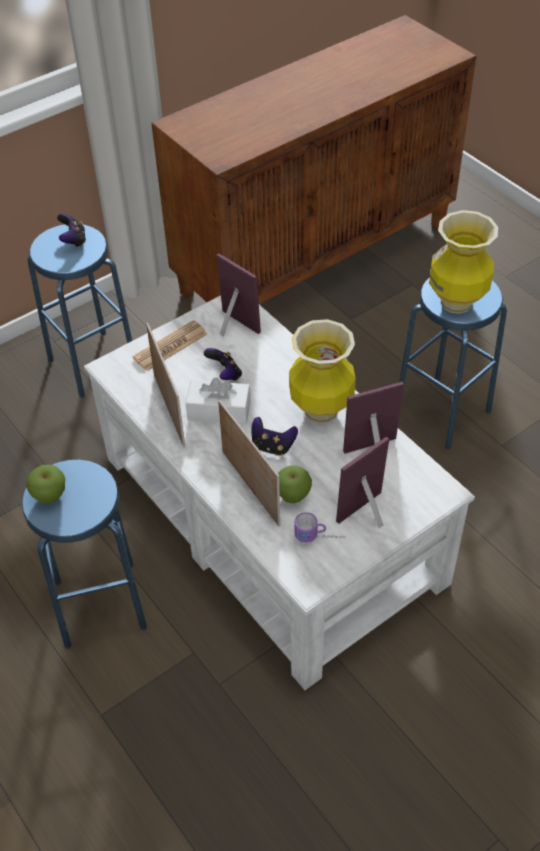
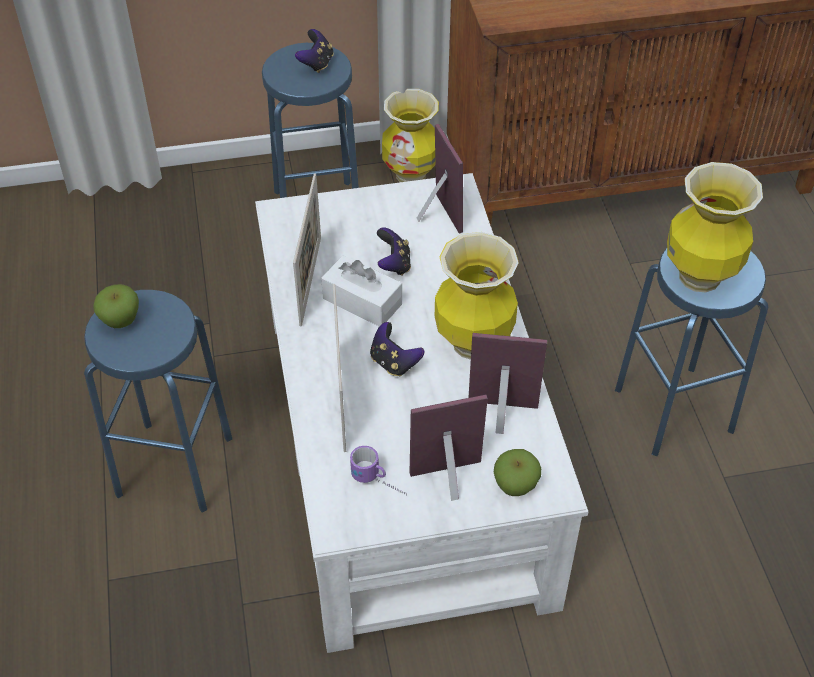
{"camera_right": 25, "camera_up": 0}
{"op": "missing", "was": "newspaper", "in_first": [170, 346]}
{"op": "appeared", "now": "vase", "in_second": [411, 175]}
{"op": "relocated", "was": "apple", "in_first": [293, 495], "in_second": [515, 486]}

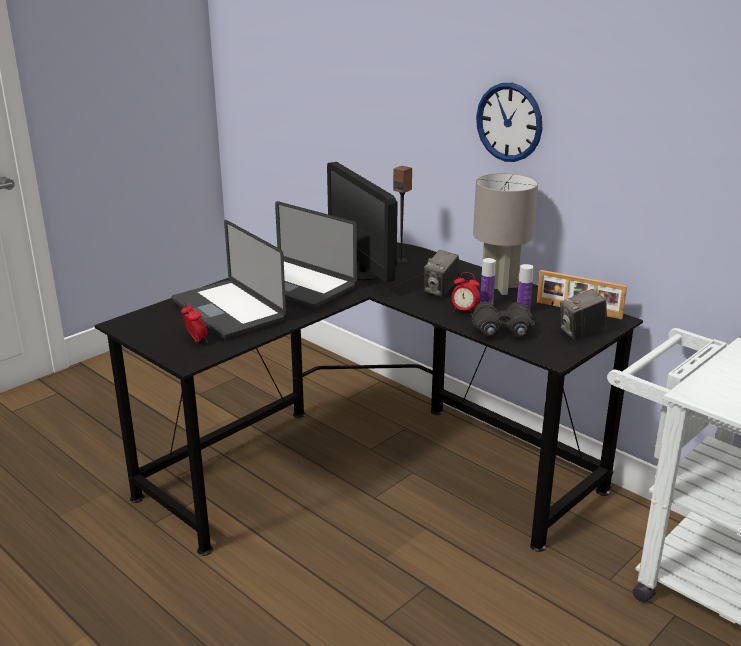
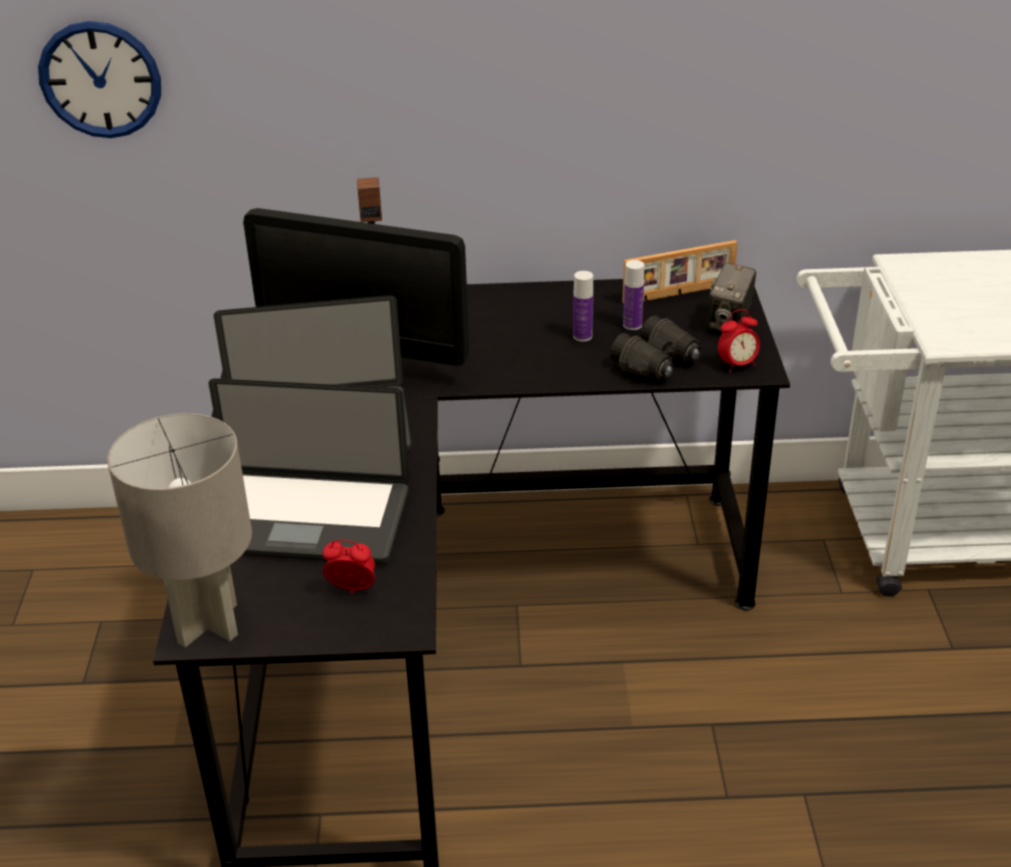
{"camera_right": -45, "camera_up": 10}
{"op": "missing", "was": "photo camera", "in_first": [440, 290]}
{"op": "relocated", "was": "alarm clock", "in_first": [464, 311], "in_second": [737, 365]}
{"op": "relocated", "was": "grey table lamp", "in_first": [498, 287], "in_second": [206, 624]}
{"op": "relocated", "was": "wall clock", "in_first": [509, 122], "in_second": [100, 80]}

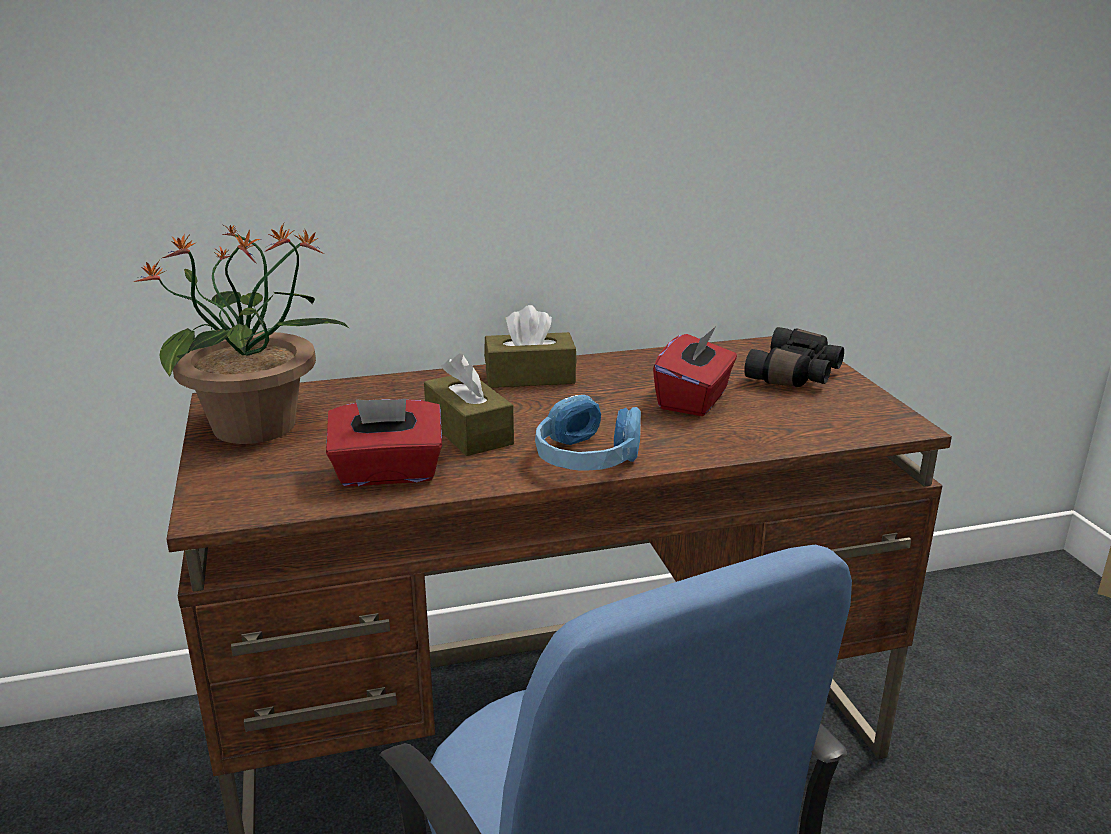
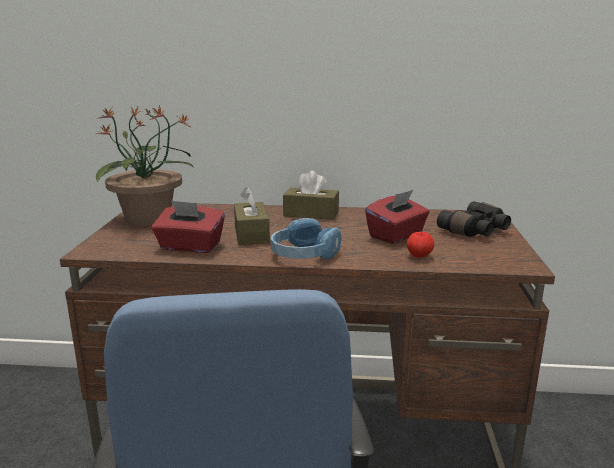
{"camera_right": 20, "camera_up": -5}
{"op": "appeared", "now": "apple", "in_second": [419, 256]}

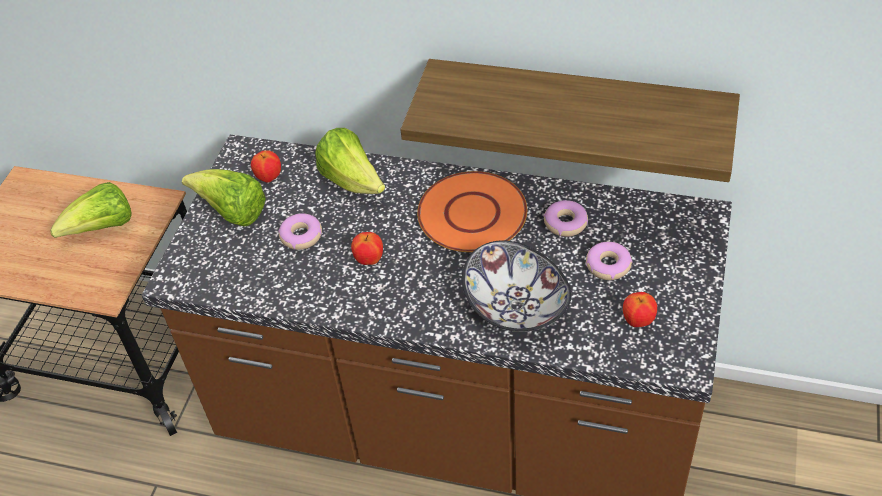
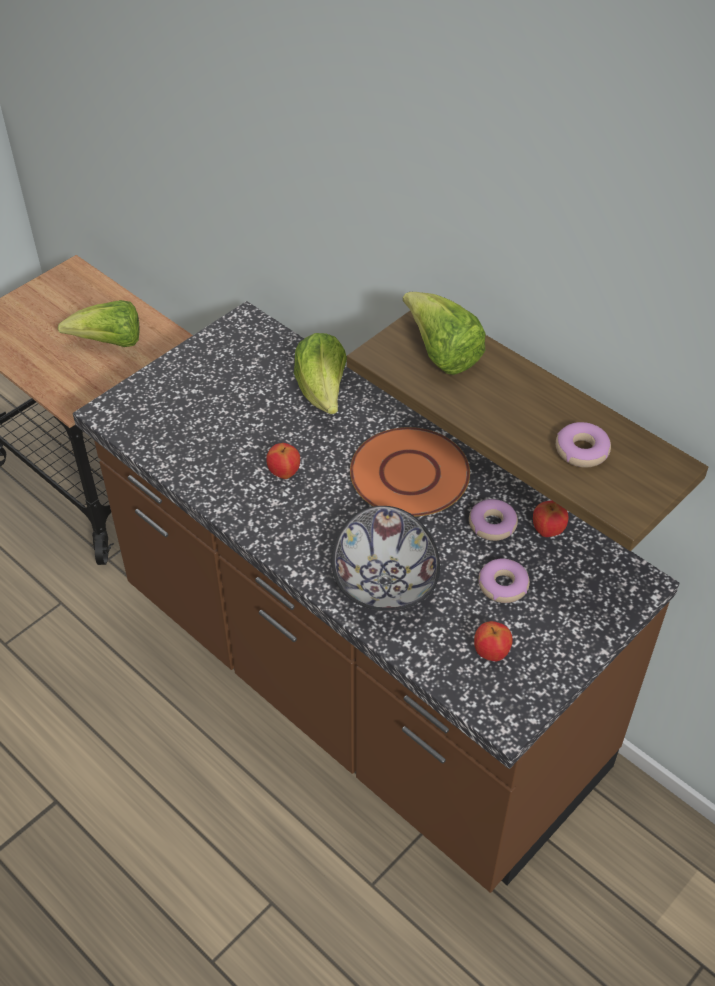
{"camera_right": 25, "camera_up": 0}
{"op": "relocated", "was": "lettuce", "in_first": [232, 212], "in_second": [441, 353]}
{"op": "relocated", "was": "apple", "in_first": [269, 177], "in_second": [547, 531]}
{"op": "relocated", "was": "donut", "in_first": [301, 236], "in_second": [581, 450]}

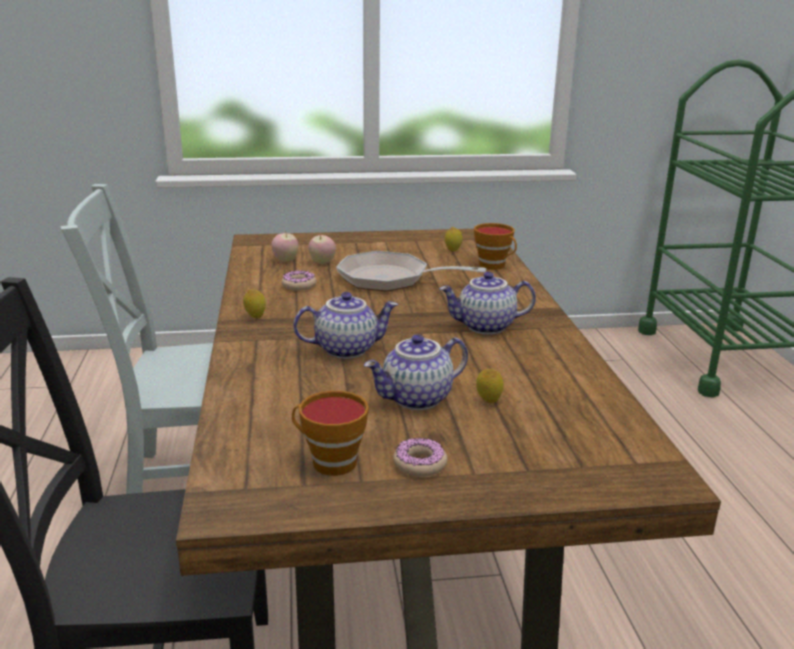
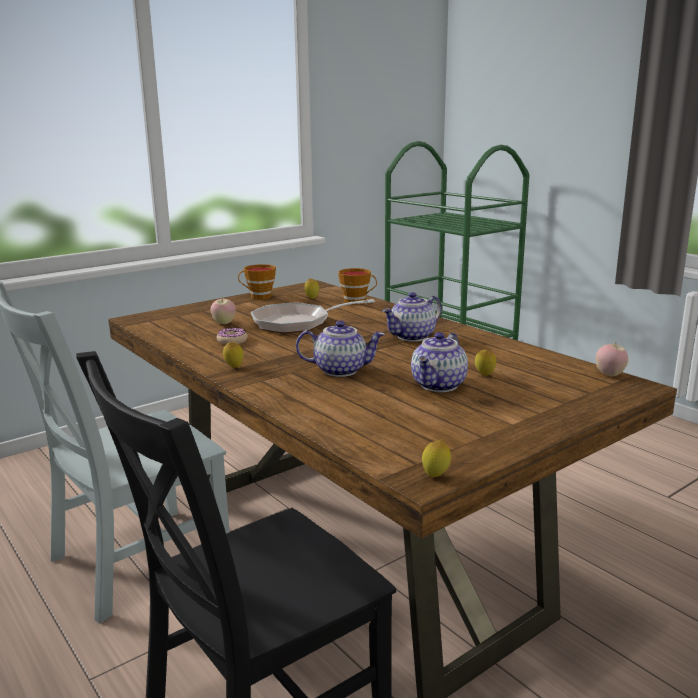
{"camera_right": -30, "camera_up": -5}
{"op": "missing", "was": "donut", "in_first": [420, 464]}
{"op": "appeared", "now": "lemon", "in_second": [435, 476]}
{"op": "relocated", "was": "apple", "in_first": [285, 260], "in_second": [609, 375]}
{"op": "relocated", "was": "cup", "in_first": [329, 462], "in_second": [258, 297]}
{"op": "spun", "was": "teapot", "in_first": [346, 349], "in_second": [341, 370], "clockwise": 45}

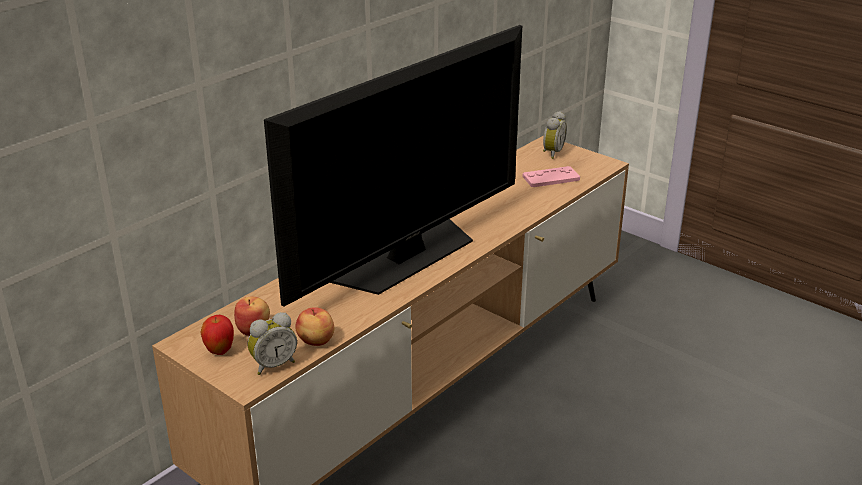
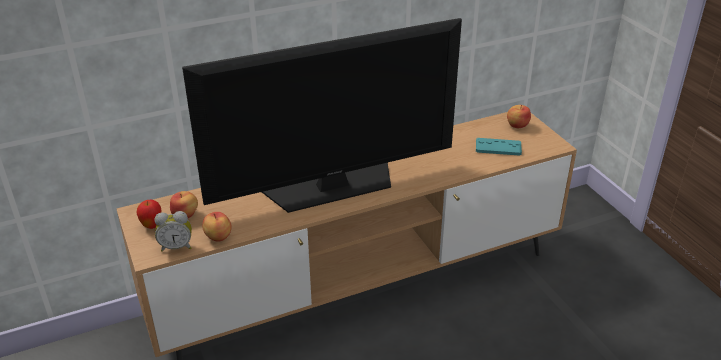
{"camera_right": 25, "camera_up": 5}
{"op": "exchanged", "was": "alarm clock", "now": "apple", "in_first": [551, 153], "in_second": [517, 125]}
{"op": "colour", "was": "pink game controller", "now": "turquoise game controller", "in_first": [551, 178], "in_second": [498, 147]}

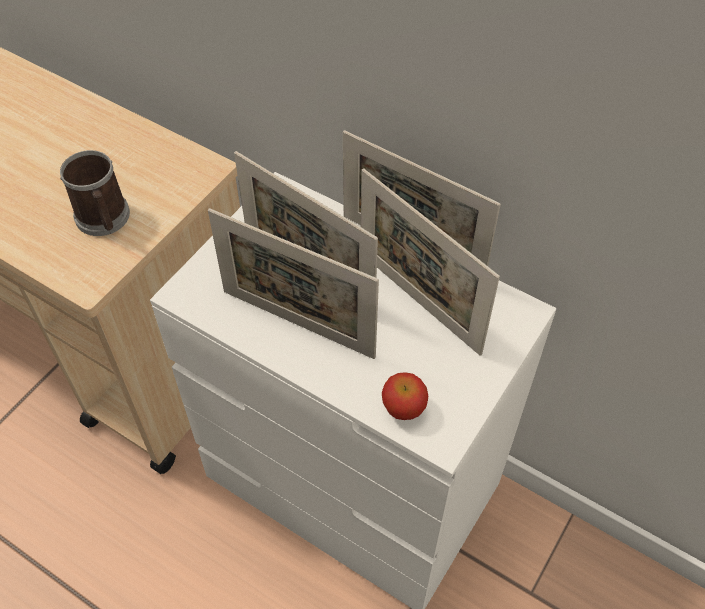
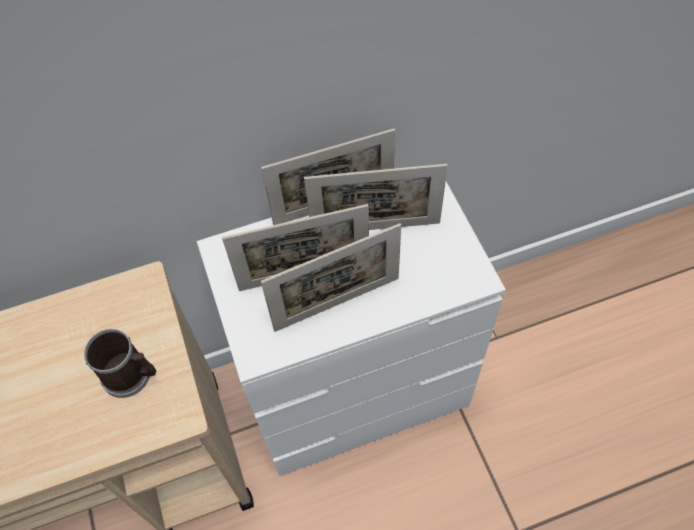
{"camera_right": -50, "camera_up": 5}
{"op": "missing", "was": "apple", "in_first": [403, 408]}

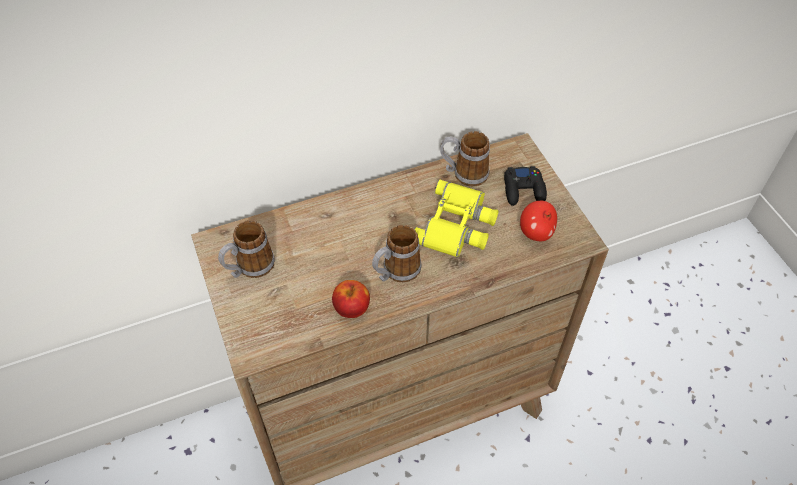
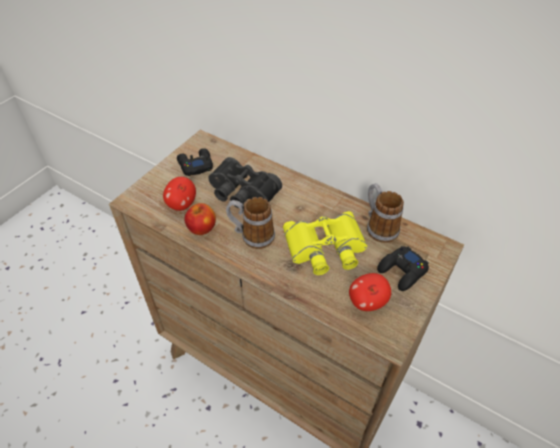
{"camera_right": 55, "camera_up": -5}
{"op": "appeared", "now": "apple", "in_second": [181, 204]}
{"op": "appeared", "now": "black binoculars", "in_second": [241, 194]}
{"op": "exchanged", "was": "mug", "now": "black game controller", "in_first": [249, 268], "in_second": [195, 165]}

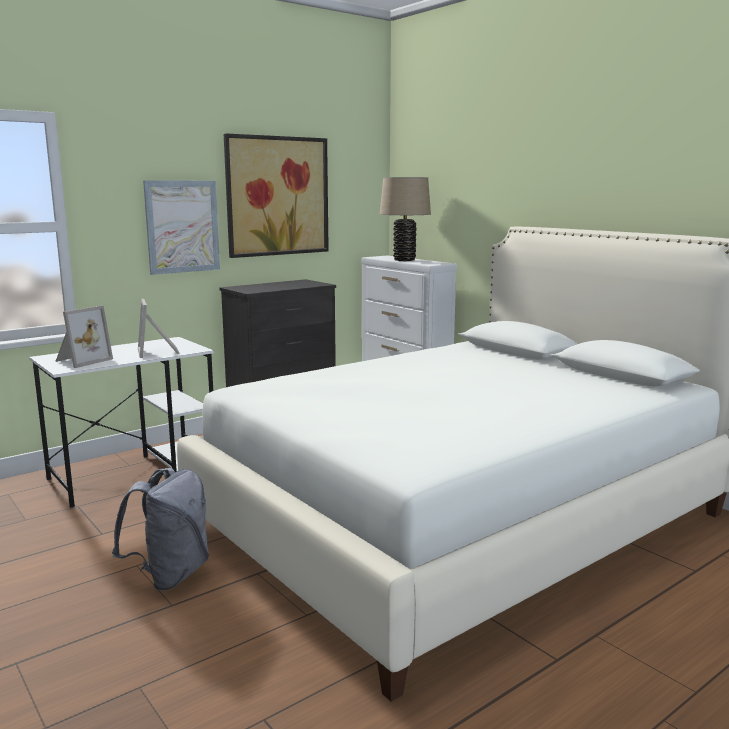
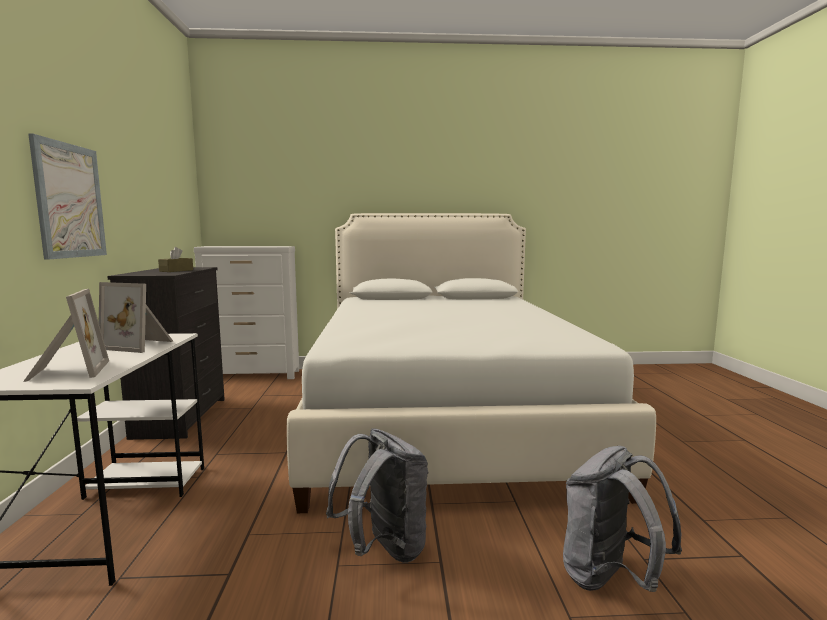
{"camera_right": -55, "camera_up": -5}
{"op": "missing", "was": "picture", "in_first": [277, 196]}
{"op": "missing", "was": "beige table lamp", "in_first": [404, 260]}
{"op": "appeared", "now": "brown tissue box", "in_second": [176, 271]}
{"op": "appeared", "now": "grey backpack", "in_second": [610, 579]}

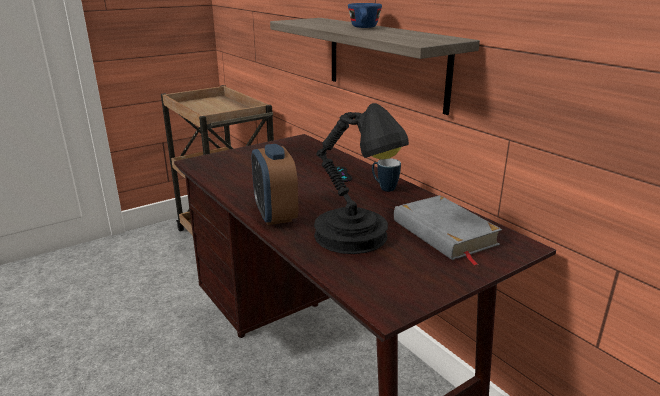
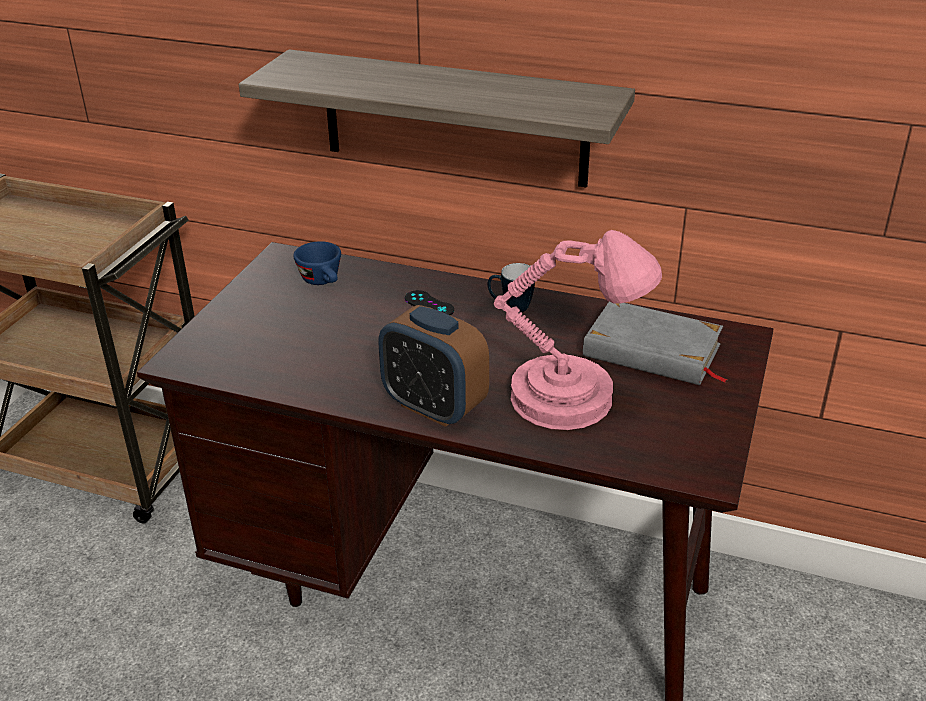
{"camera_right": -35, "camera_up": 10}
{"op": "relocated", "was": "blue cup", "in_first": [364, 27], "in_second": [323, 281]}
{"op": "colour", "was": "black table lamp", "now": "pink table lamp", "in_first": [355, 237], "in_second": [570, 399]}

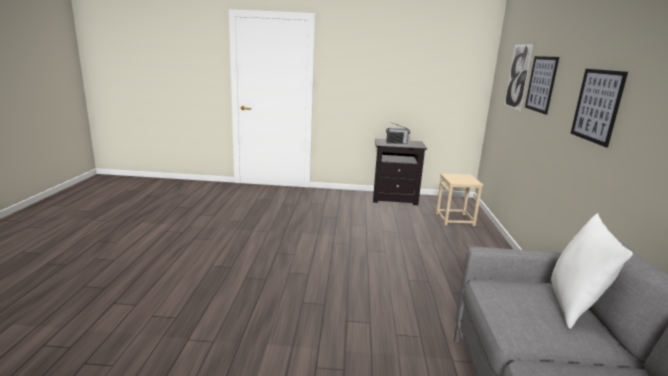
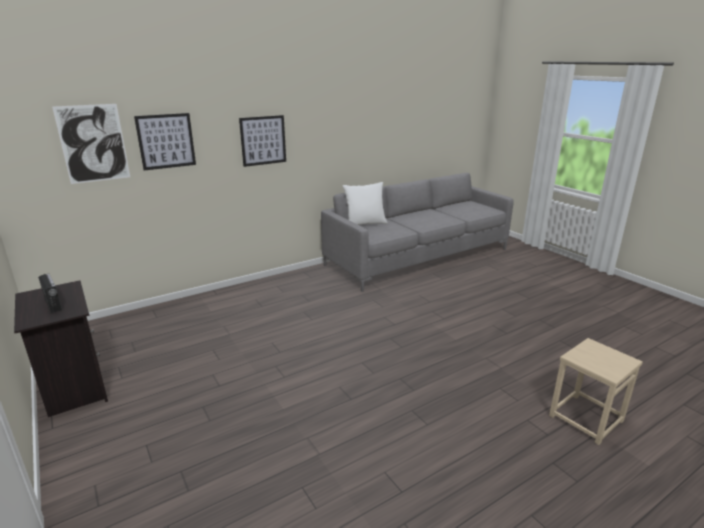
{"camera_right": -125, "camera_up": 5}
{"op": "relocated", "was": "beige stool", "in_first": [455, 219], "in_second": [585, 418]}

